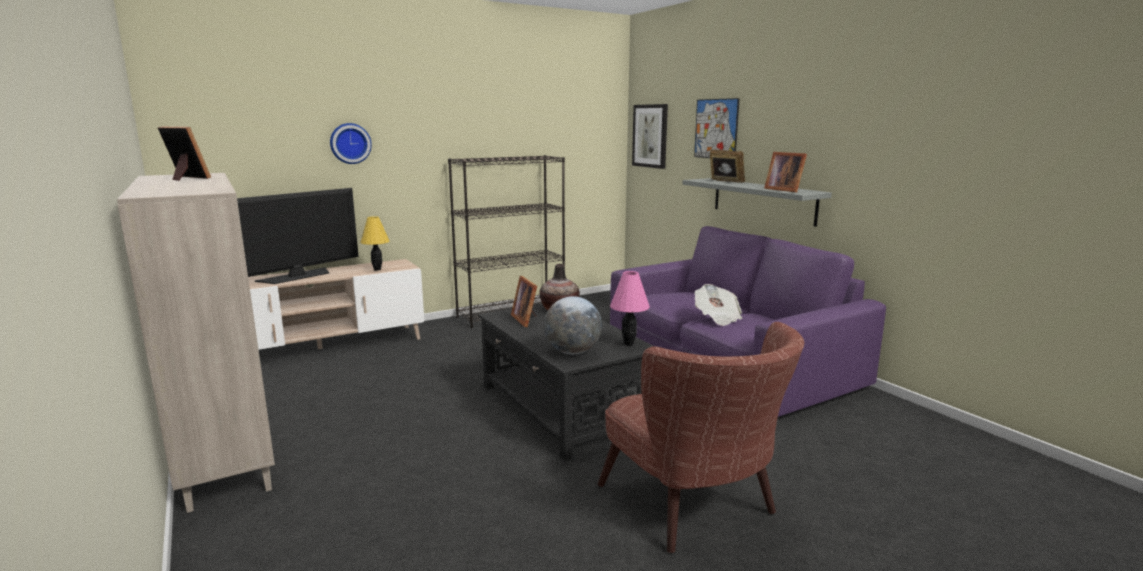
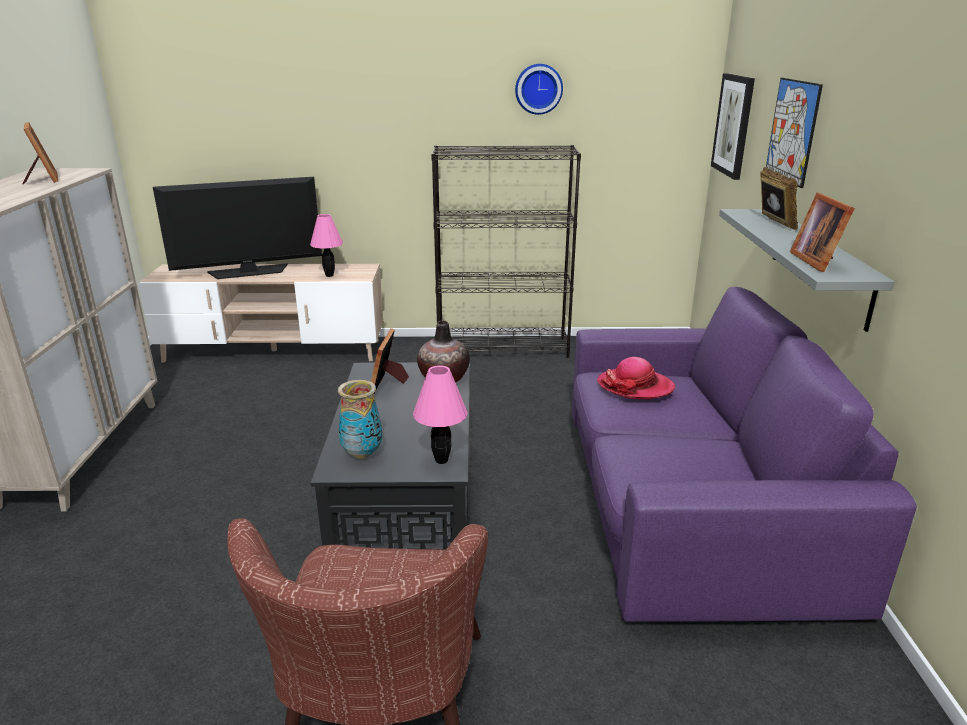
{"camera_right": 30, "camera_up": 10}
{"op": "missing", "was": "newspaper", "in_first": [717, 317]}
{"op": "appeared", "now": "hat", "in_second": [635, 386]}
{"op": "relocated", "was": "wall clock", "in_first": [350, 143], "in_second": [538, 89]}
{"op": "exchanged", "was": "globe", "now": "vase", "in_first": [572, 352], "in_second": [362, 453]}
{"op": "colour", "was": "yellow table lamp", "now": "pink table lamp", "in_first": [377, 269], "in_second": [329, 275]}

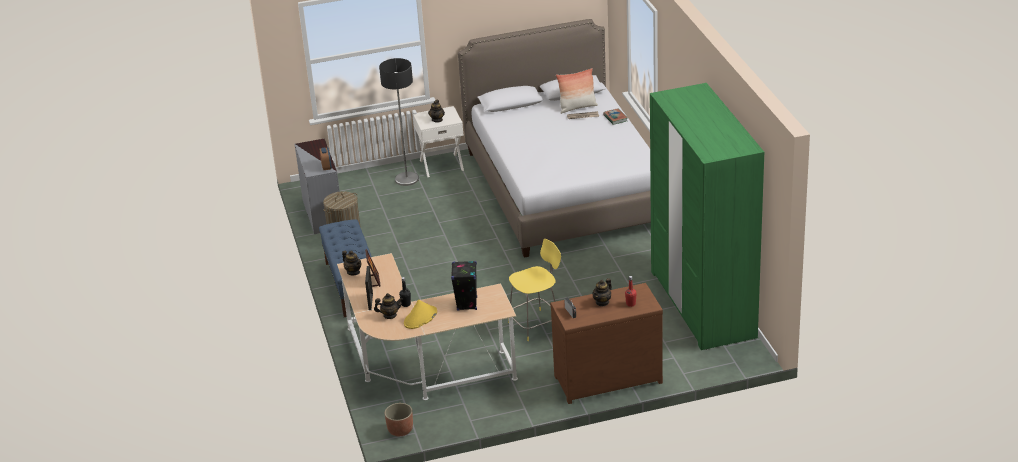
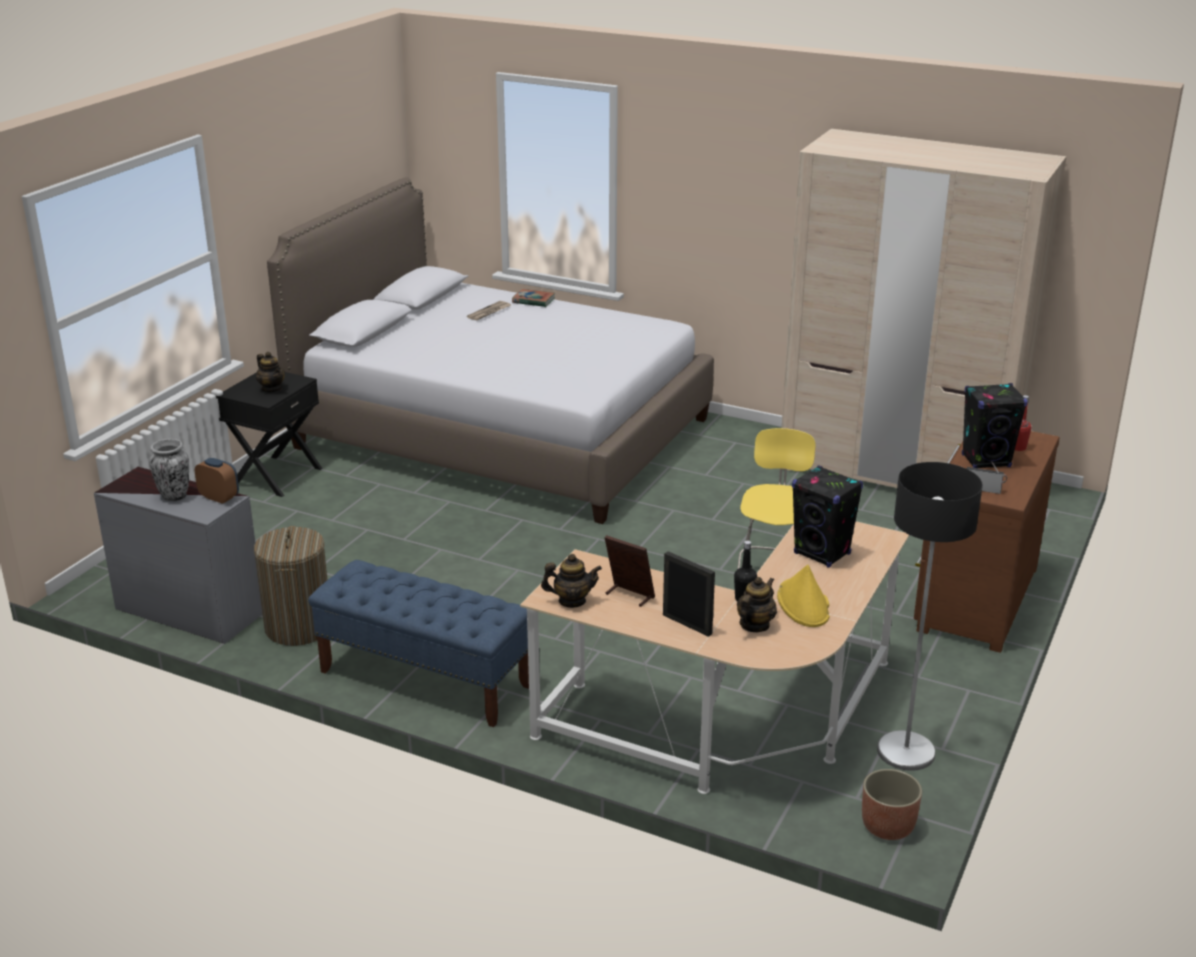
{"camera_right": -50, "camera_up": -5}
{"op": "missing", "was": "pillow", "in_first": [577, 107]}
{"op": "appeared", "now": "vase", "in_second": [174, 496]}
{"op": "relocated", "was": "floor lamp", "in_first": [406, 179], "in_second": [906, 752]}
{"op": "exchanged", "was": "teapot", "now": "black speaker", "in_first": [602, 302], "in_second": [986, 461]}
{"op": "colour", "was": "white nightstand", "now": "black nightstand", "in_first": [441, 165], "in_second": [276, 475]}
{"op": "colour", "was": "green wardrobe", "now": "beige wardrobe", "in_first": [702, 304], "in_second": [897, 472]}

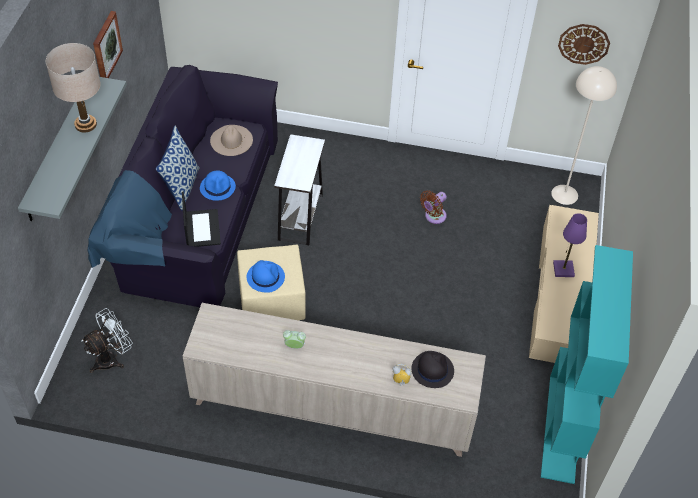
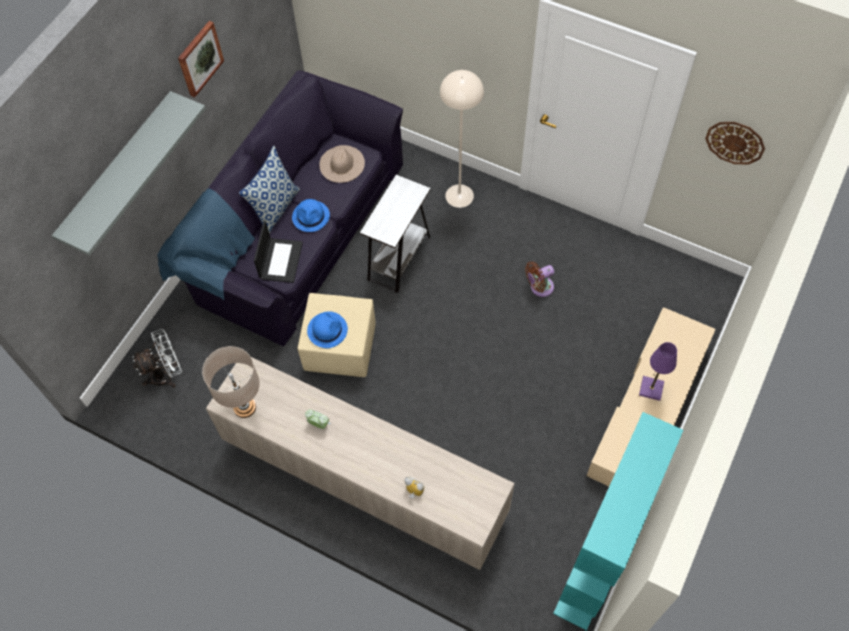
{"camera_right": 20, "camera_up": 10}
{"op": "missing", "was": "black hat", "in_first": [432, 370]}
{"op": "relocated", "was": "beige table lamp", "in_first": [85, 125], "in_second": [244, 407]}
{"op": "relocated", "was": "beige floor lamp", "in_first": [565, 194], "in_second": [459, 195]}

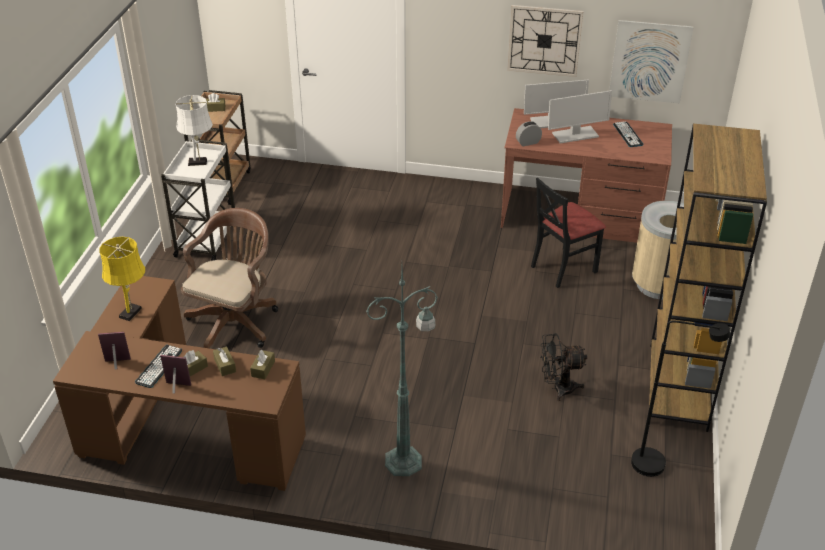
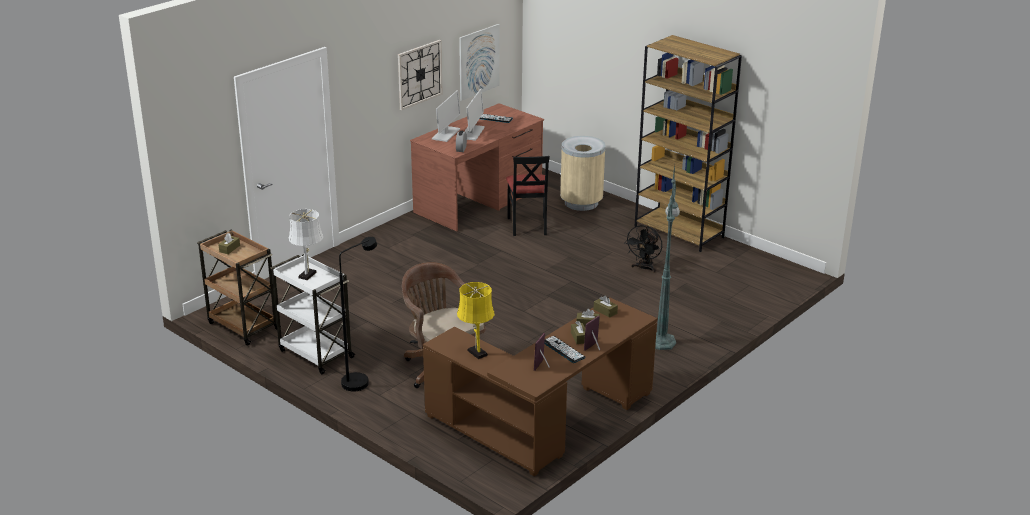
{"camera_right": -60, "camera_up": -10}
{"op": "relocated", "was": "black floor lamp", "in_first": [658, 464], "in_second": [360, 380]}

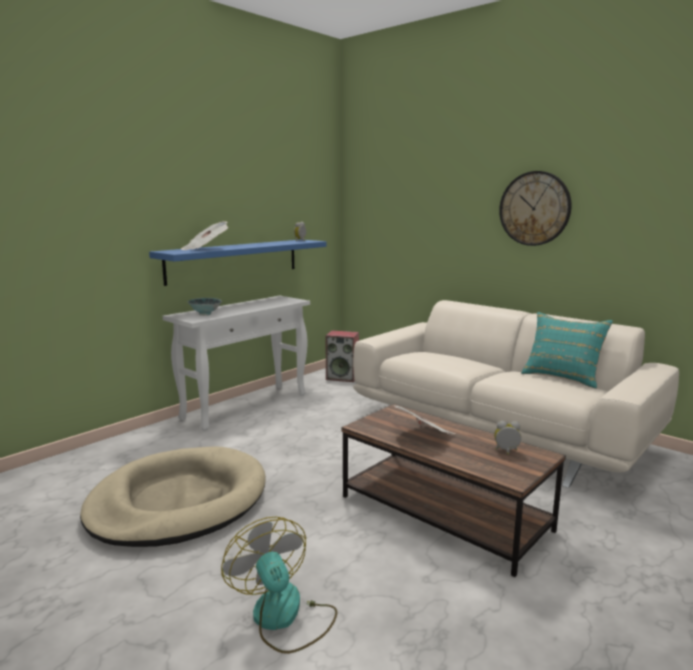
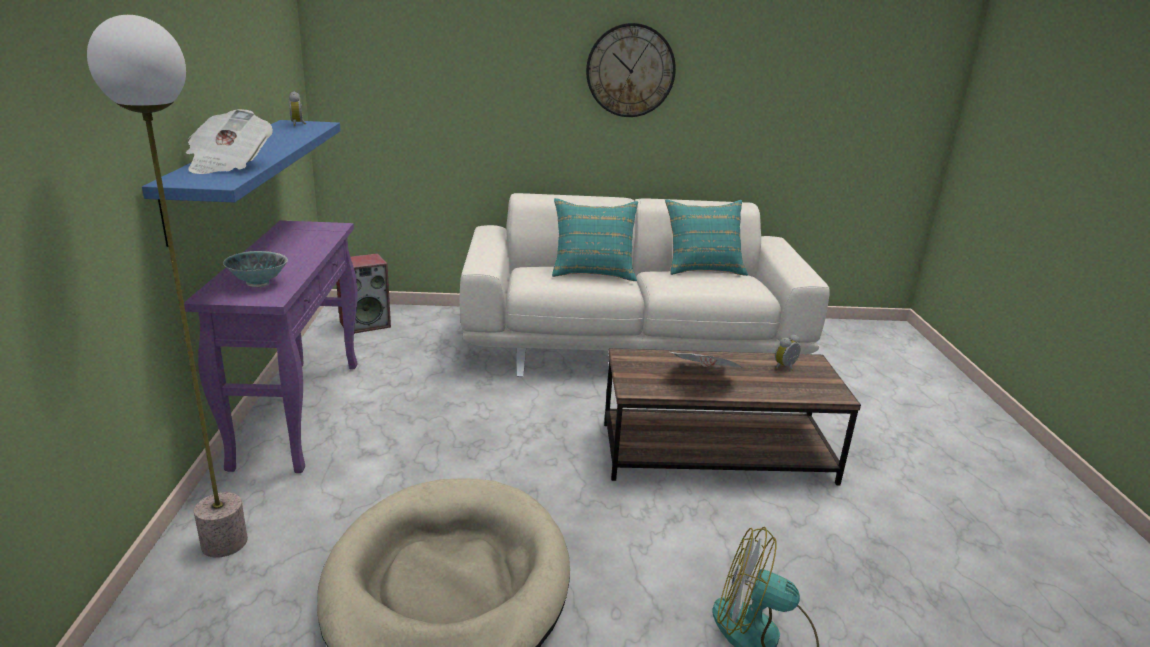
{"camera_right": -45, "camera_up": 10}
{"op": "appeared", "now": "floor lamp", "in_second": [224, 542]}
{"op": "appeared", "now": "turquoise pillow", "in_second": [593, 272]}
{"op": "colour", "was": "white console table", "now": "purple console table", "in_first": [246, 406], "in_second": [299, 411]}

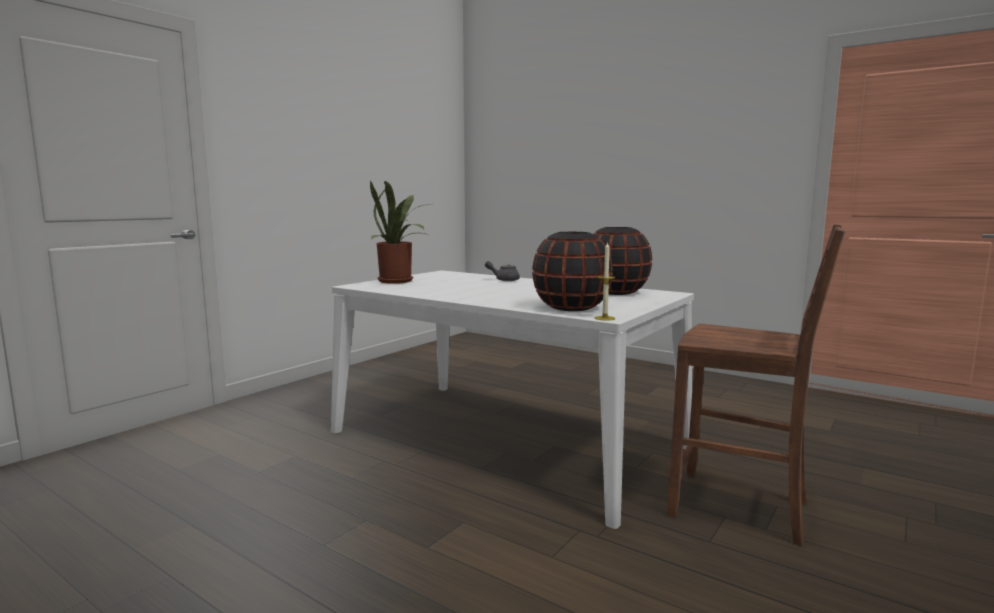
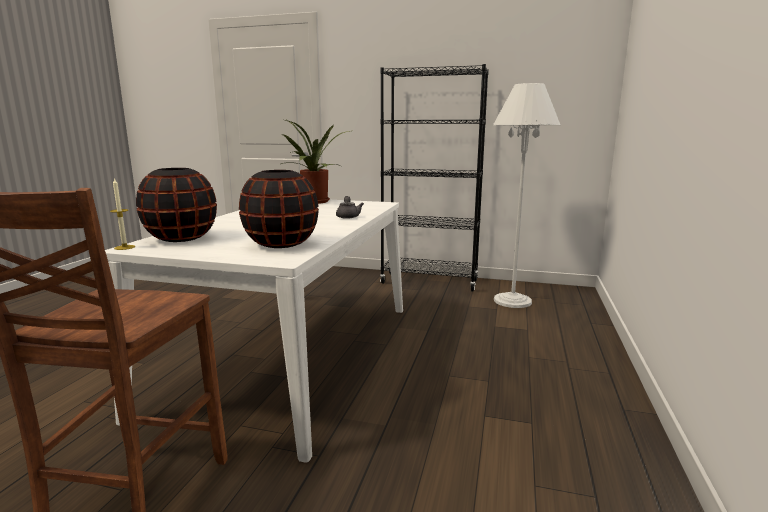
{"camera_right": 70, "camera_up": 5}
{"op": "appeared", "now": "black bookcase", "in_second": [429, 282]}
{"op": "appeared", "now": "white floor lamp", "in_second": [512, 301]}

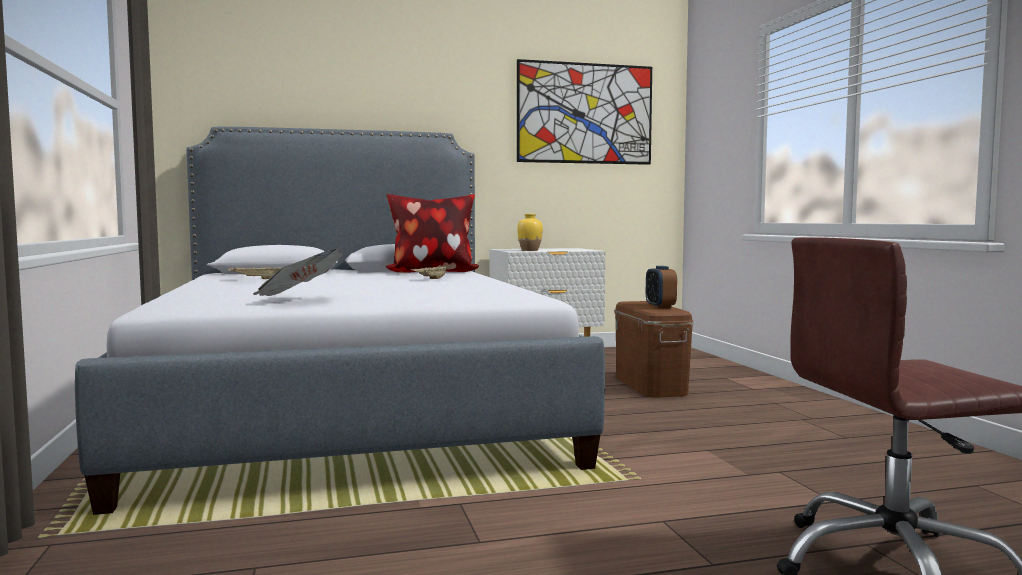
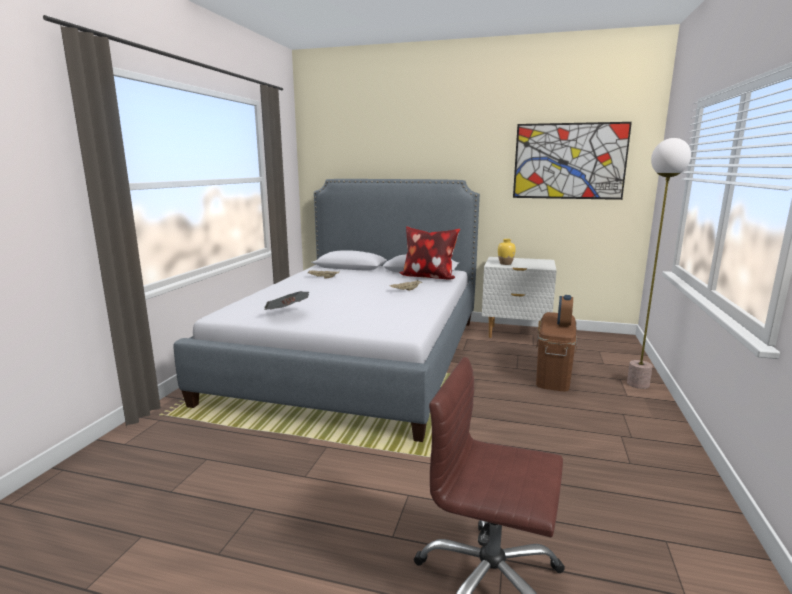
{"camera_right": 30, "camera_up": 10}
{"op": "appeared", "now": "floor lamp", "in_second": [638, 384]}

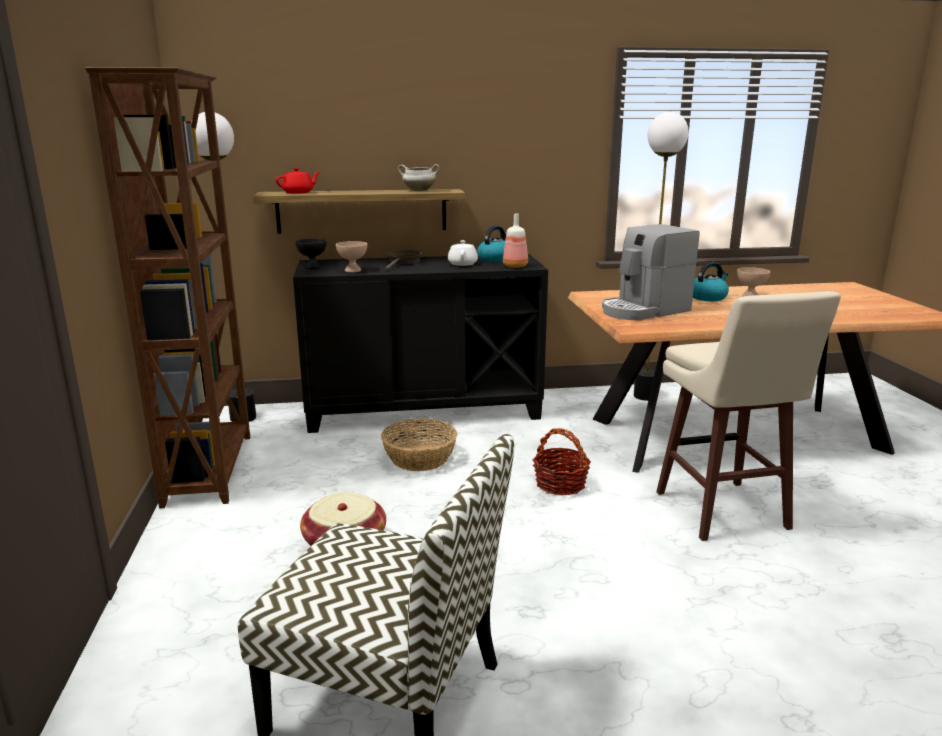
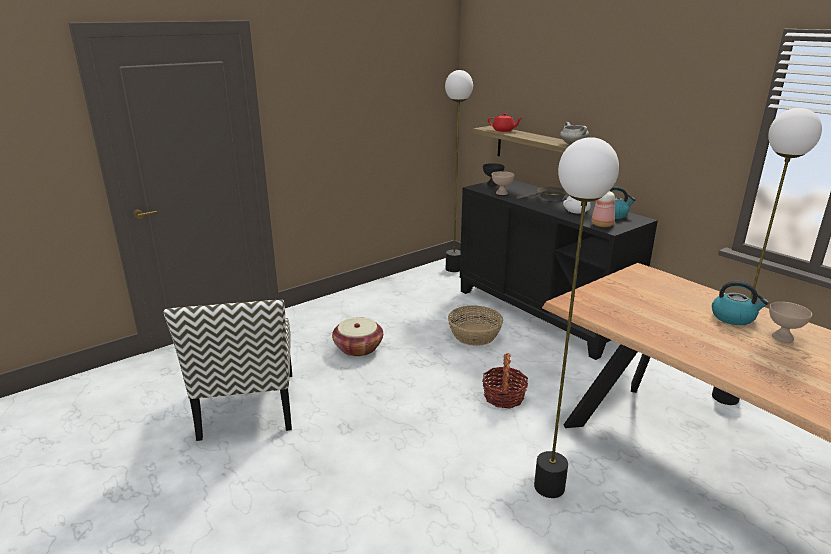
{"camera_right": 60, "camera_up": 5}
{"op": "missing", "was": "brown bookcase", "in_first": [211, 468]}
{"op": "missing", "was": "coffee machine", "in_first": [644, 310]}
{"op": "exchanged", "was": "beige stool", "now": "floor lamp", "in_first": [722, 512], "in_second": [548, 486]}

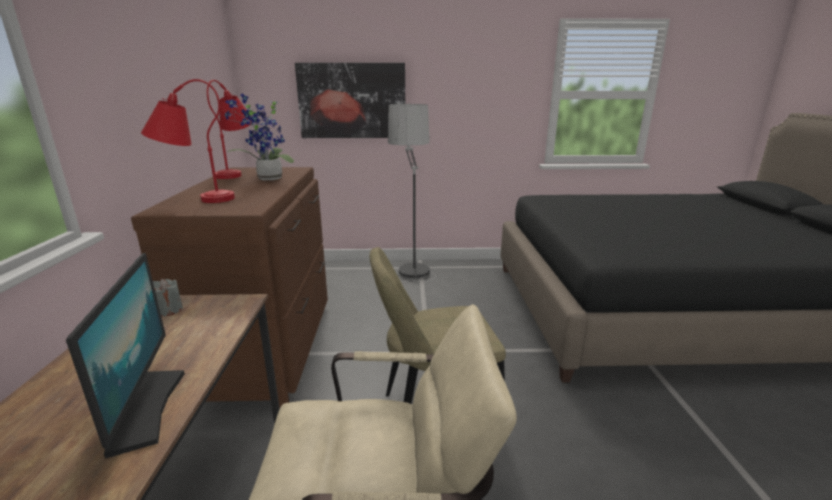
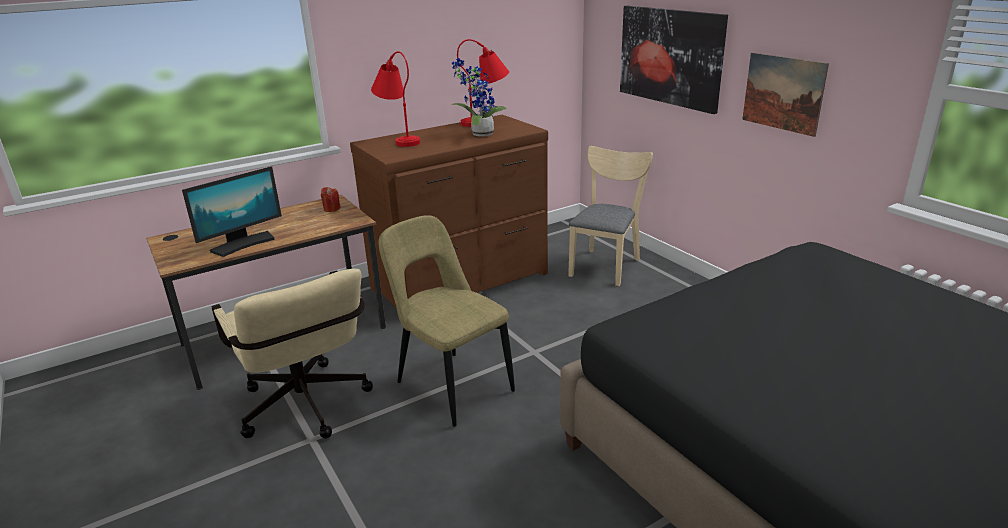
{"camera_right": 60, "camera_up": 5}
{"op": "missing", "was": "floor lamp", "in_first": [413, 284]}
{"op": "appeared", "now": "beige chair", "in_second": [606, 264]}
{"op": "appeared", "now": "picture", "in_second": [783, 93]}
{"op": "colour", "was": "grey candle", "now": "red candle", "in_first": [169, 310], "in_second": [331, 209]}

